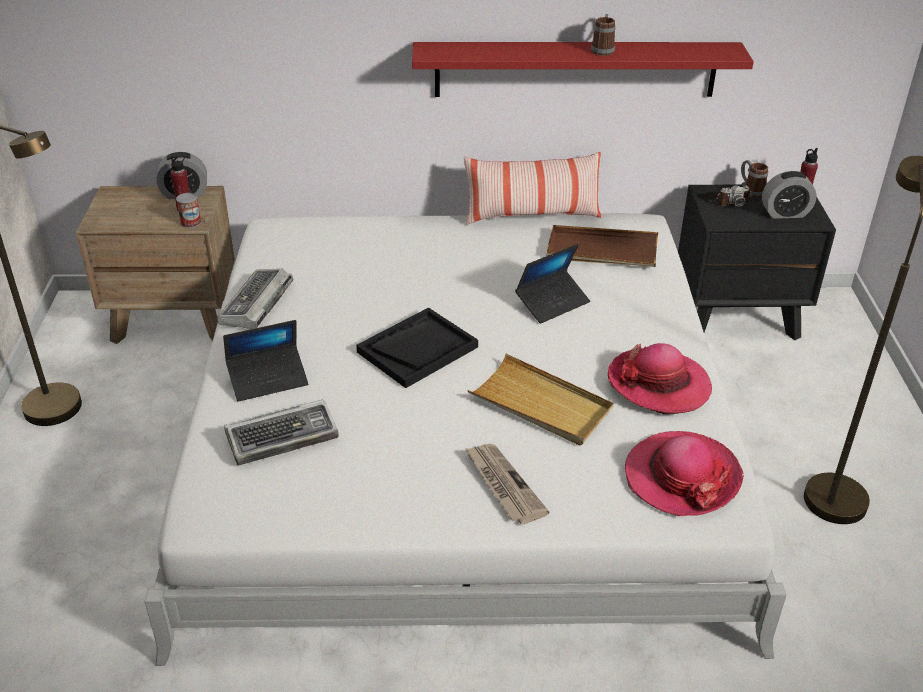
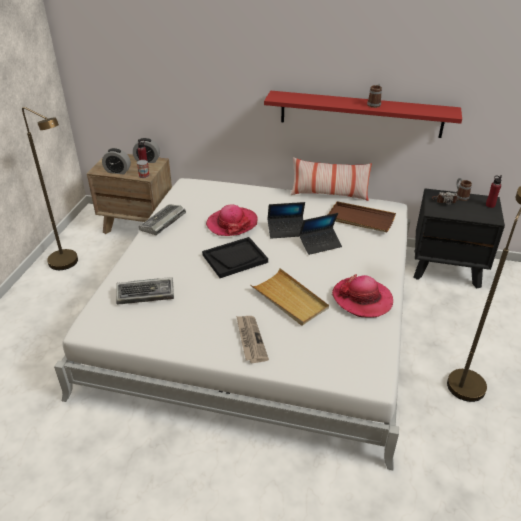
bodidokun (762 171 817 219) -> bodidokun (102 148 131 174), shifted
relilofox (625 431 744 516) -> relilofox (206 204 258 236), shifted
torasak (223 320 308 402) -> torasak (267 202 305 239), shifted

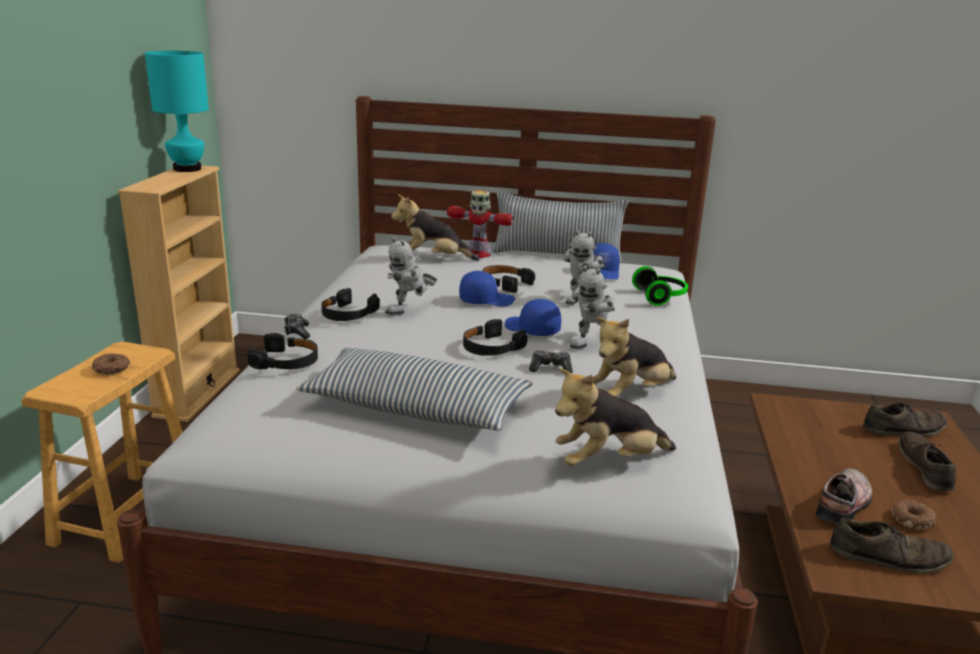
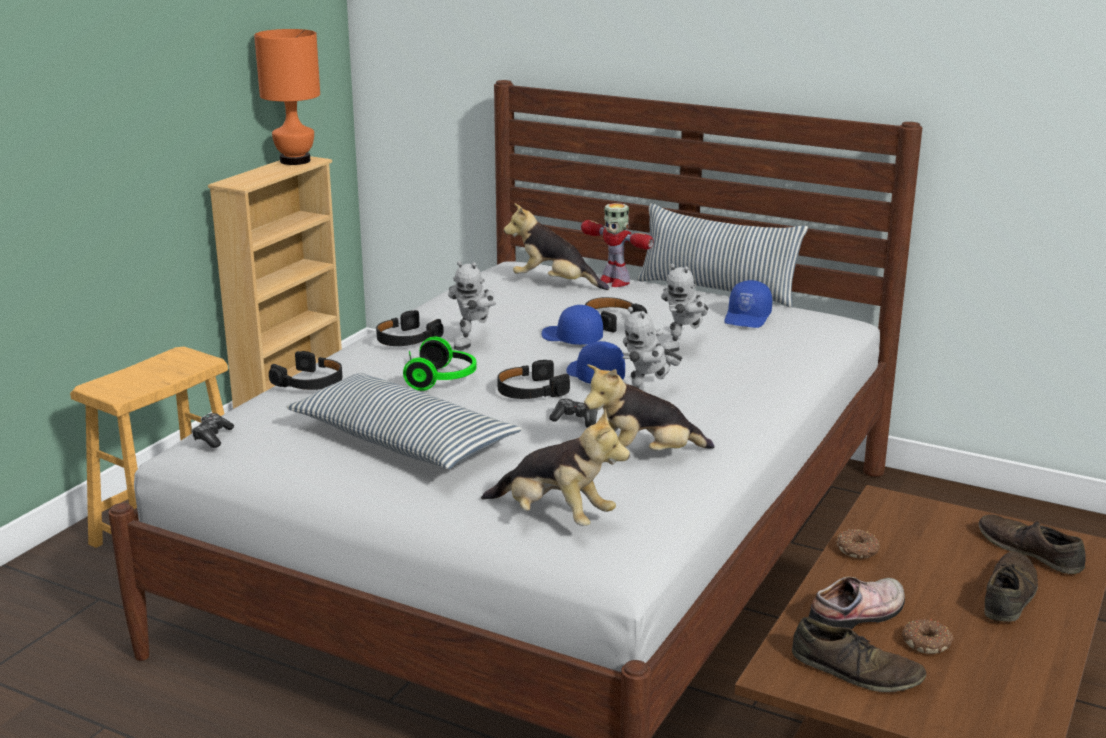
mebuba (284 314 310 339) -> mebuba (191 413 234 448), shifted
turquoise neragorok (145 51 209 172) -> orange neragorok (254 29 320 165)
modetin (632 266 688 306) -> modetin (403 337 477 391), shifted
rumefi (385 237 437 315) -> rumefi (448 261 496 350), 45 degrees counterclockwise
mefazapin (555 368 676 466) -> mefazapin (481 409 630 526), 150 degrees counterclockwise
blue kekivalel (459 271 515 307) -> blue kekivalel (542 305 603 345), 150 degrees counterclockwise
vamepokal (92 353 130 375) -> vamepokal (837 529 880 559), shifted
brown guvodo (863 403 947 437) -> brown guvodo (979 515 1086 574), 135 degrees counterclockwise

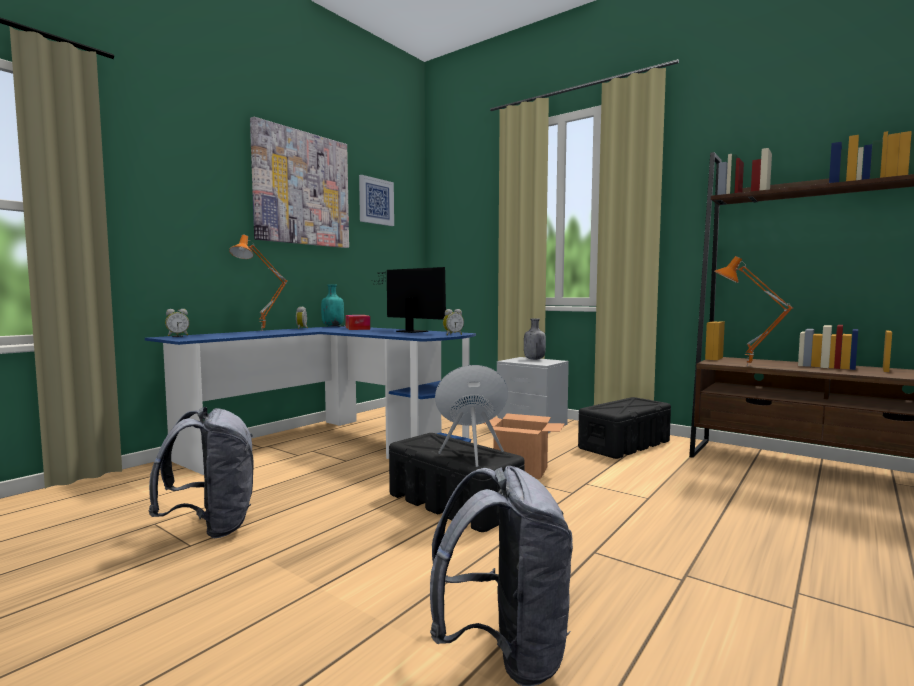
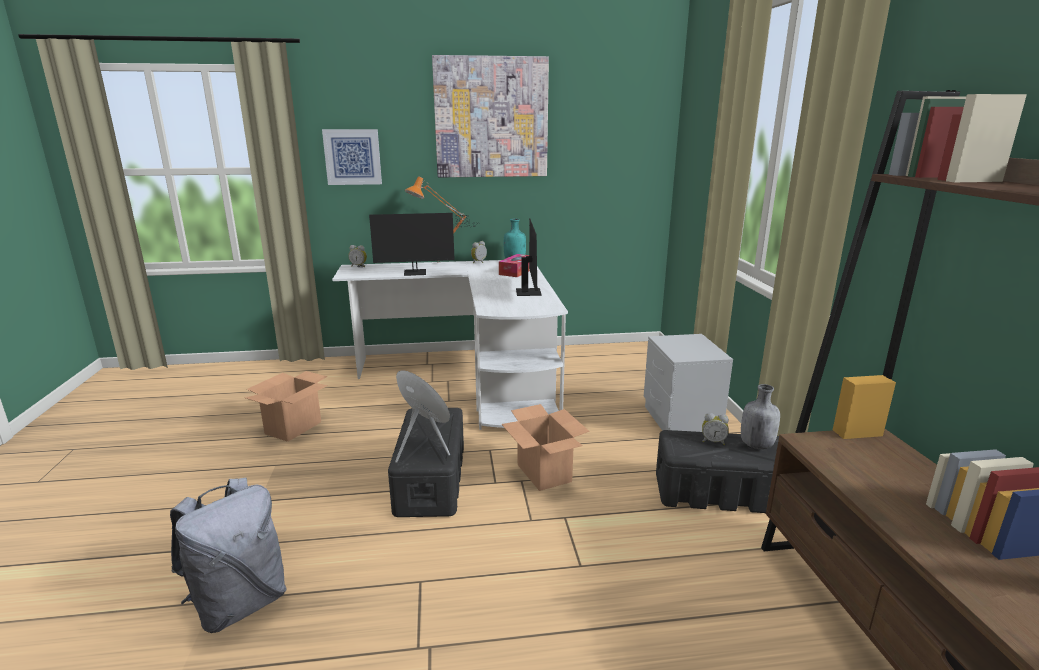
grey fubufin (148 407 254 538) -> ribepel (245 371 328 442)
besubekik (359 175 394 226) -> besubekik (322 129 382 185), shifted
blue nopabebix (145 326 476 475) -> white nopabebix (332 260 568 430)
none -> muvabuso (369 213 480 276)
bodidokun (443 309 464 335) -> bodidokun (702 413 729 445), shifted
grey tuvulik (524 318 546 360) -> grey tuvulik (741 384 780 449), shifted
orange neragorok (714 256 794 366) -> none

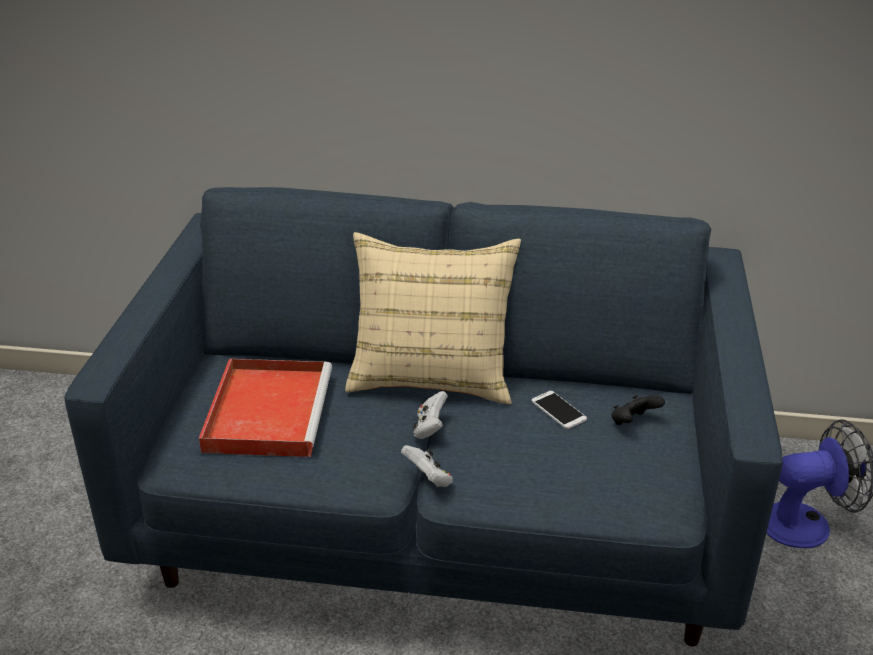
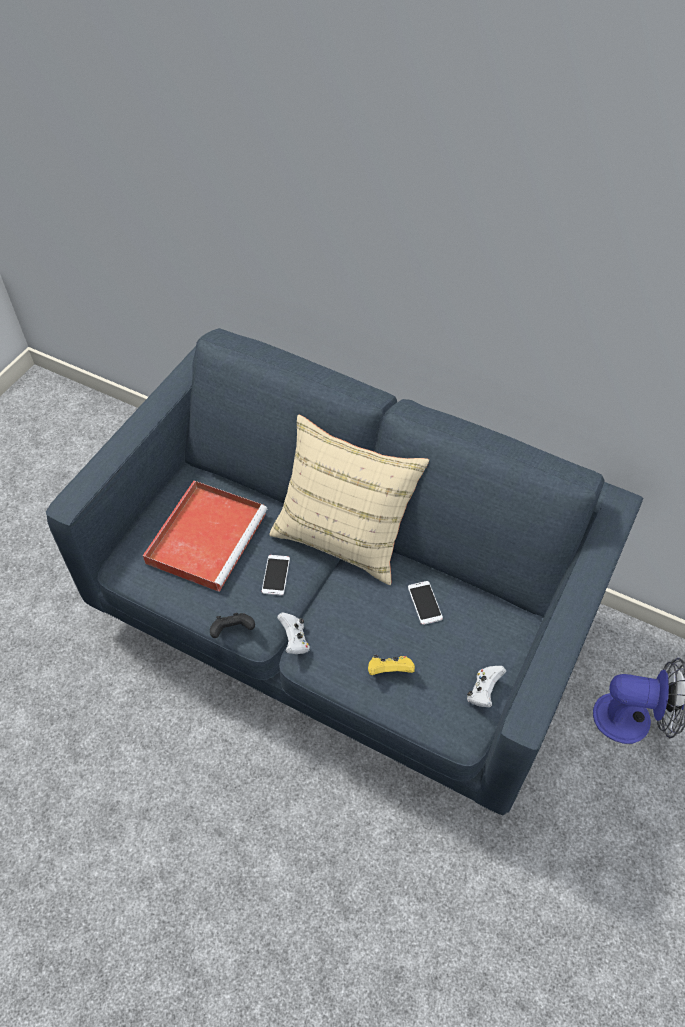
black mebuba (611 395 665 425) -> black mebuba (210 613 255 638), shifted
none -> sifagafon (262 555 290 596)
none -> yellow mebuba (368 655 415 675)
white mebuba (413 391 448 439) -> white mebuba (467 666 506 707), shifted

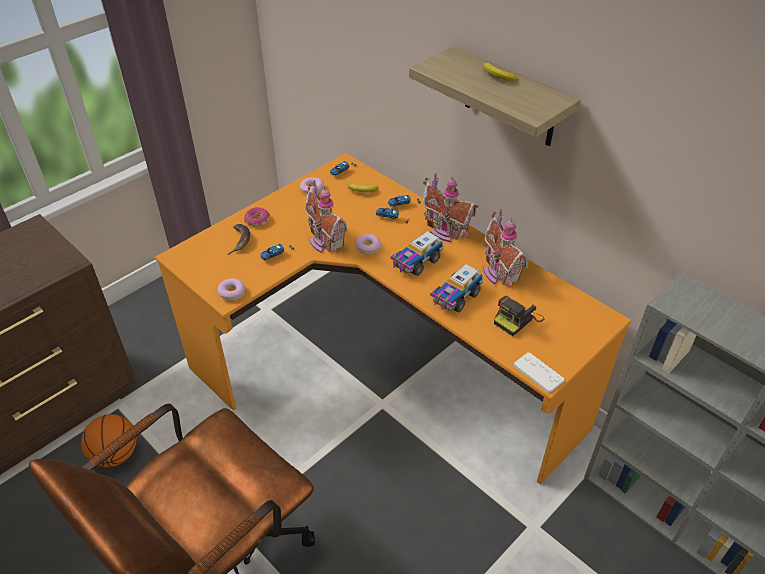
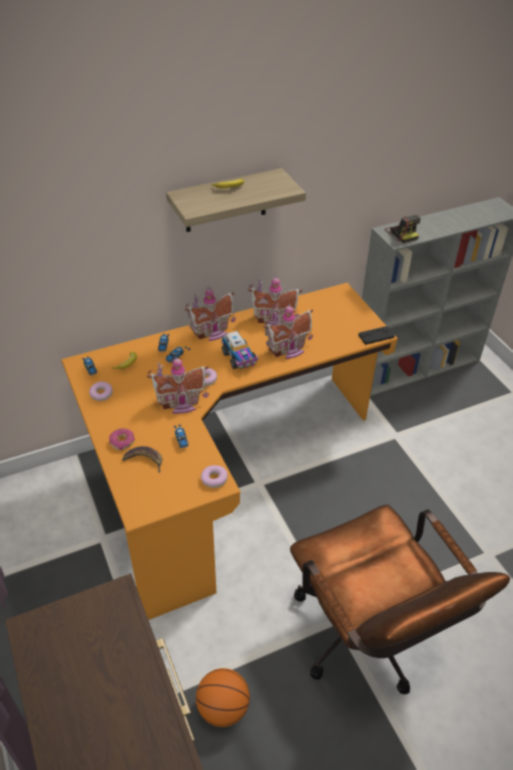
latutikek (430 264 483 312) -> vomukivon (264 304 313 359)
white mebuba (514 352 564 393) -> black mebuba (358 326 395 345)
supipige (494 296 544 336) -> supipige (385 215 421 243), shifted

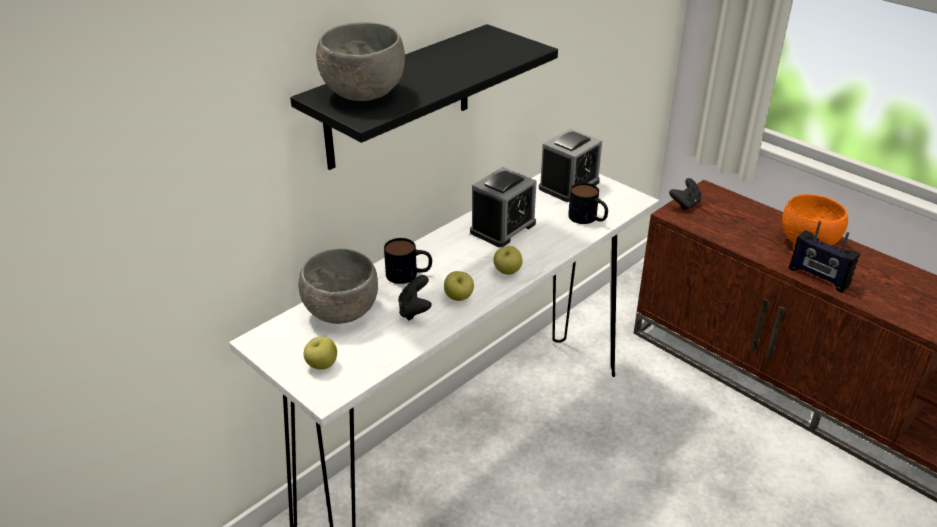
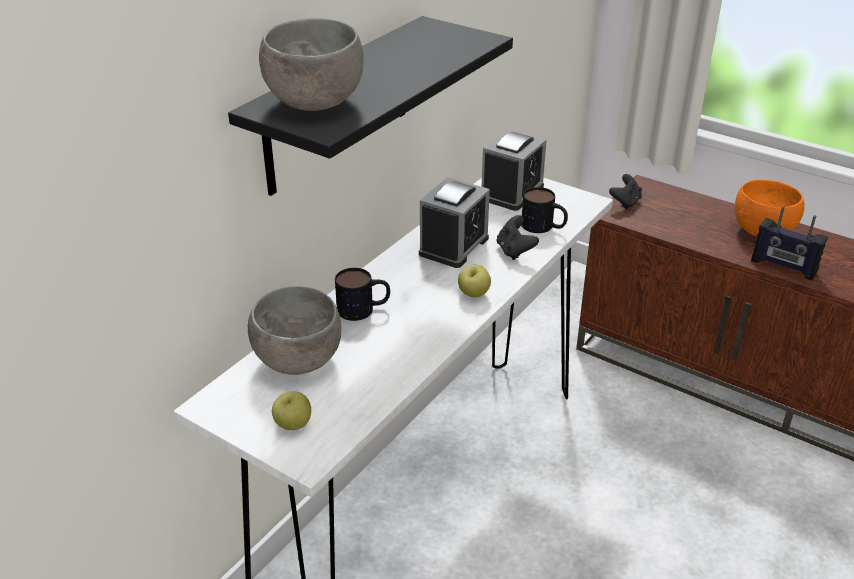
black mebuba (398 275 432 321) -> black mebuba (497 215 539 260), shifted
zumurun (444 271 474 301) -> none

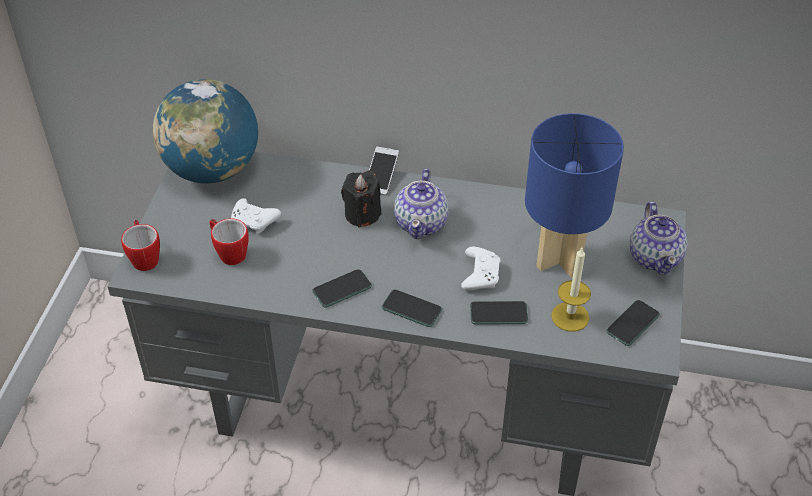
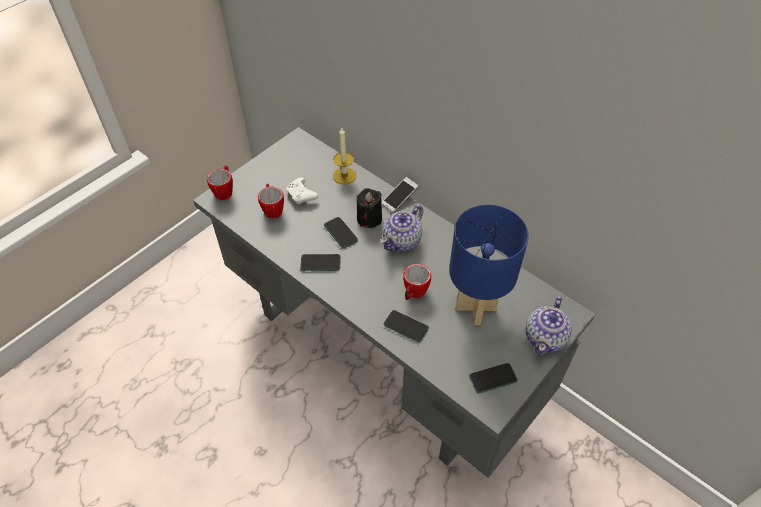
sifagafon (382 289 442 327) -> sifagafon (324 217 358 248), shifted
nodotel (551 248 591 332) -> nodotel (333 128 356 185), shifted
white mebuba (461 247 501 290) -> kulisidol (403 264 431 300)
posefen (153 79 258 183) -> none

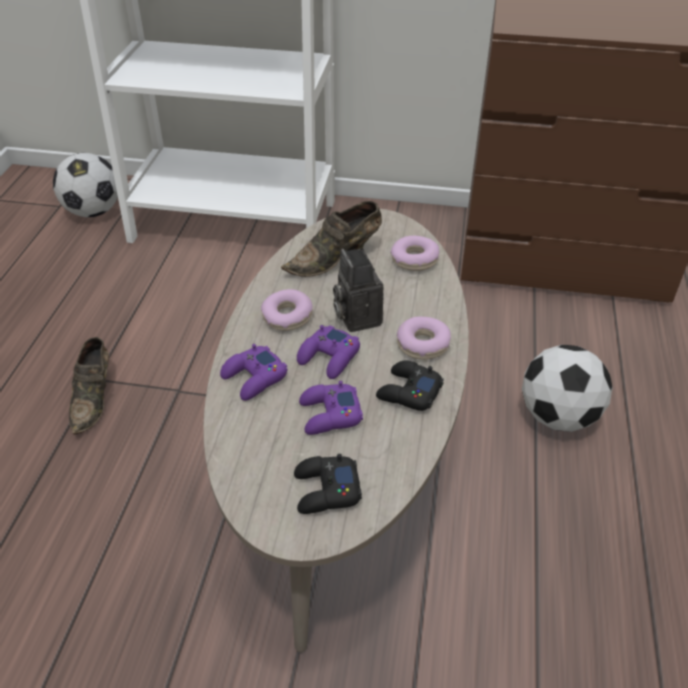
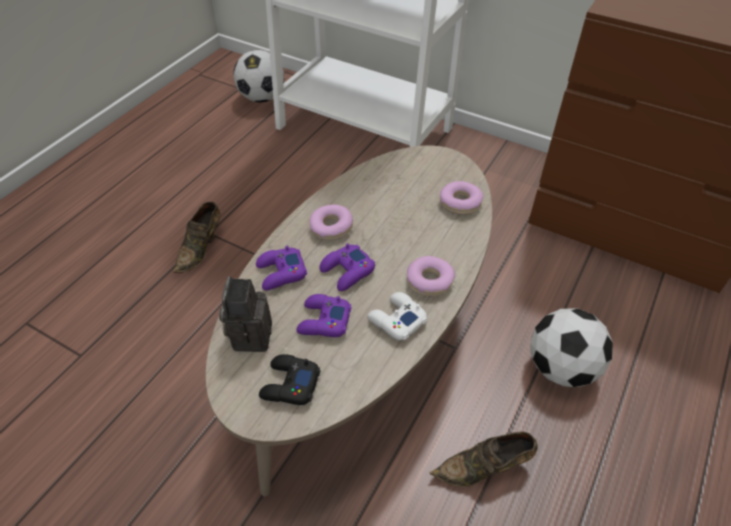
supipige (333 248 384 332) -> supipige (219 276 272 352), shifted
black mebuba (376 360 444 411) -> white mebuba (367 292 427 341)
brown guvodo (281 201 382 277) -> brown guvodo (430 432 538 487), shifted

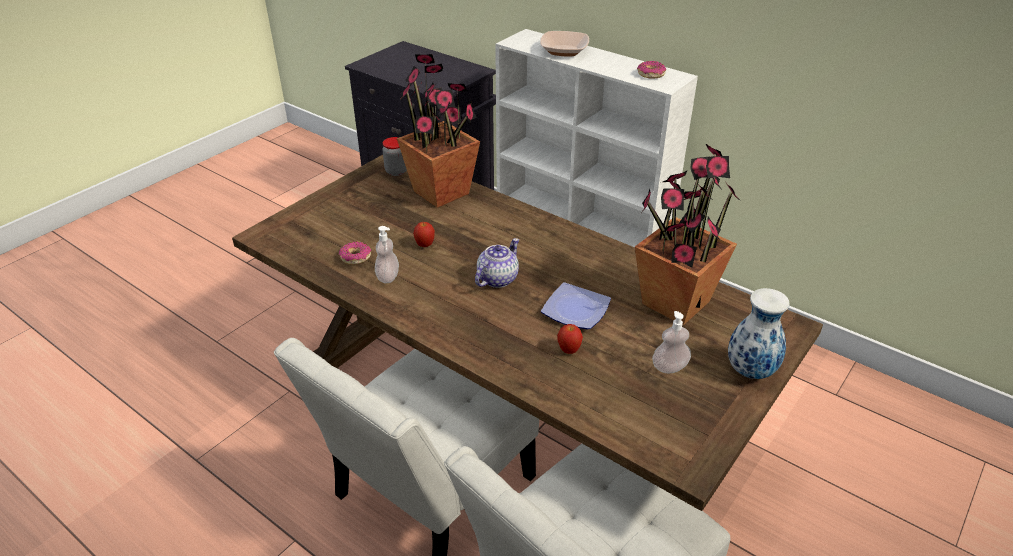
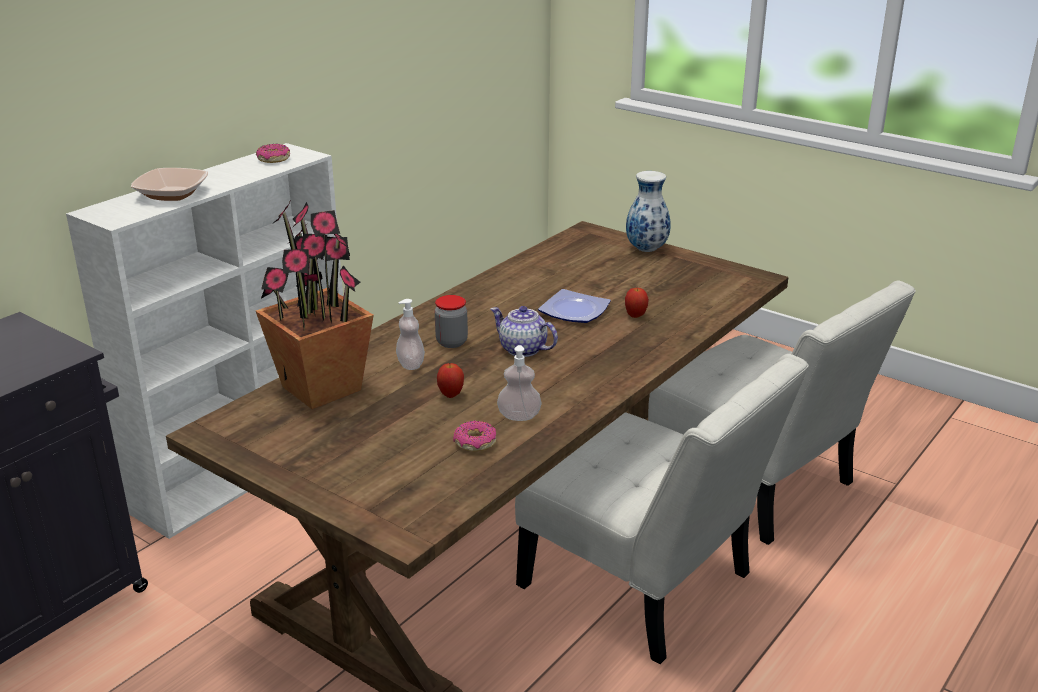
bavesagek (652 311 691 373) -> bavesagek (396 299 425 370), shifted
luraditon (382 137 407 176) -> luraditon (435 295 468 348), shifted
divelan (635 143 742 325) -> none

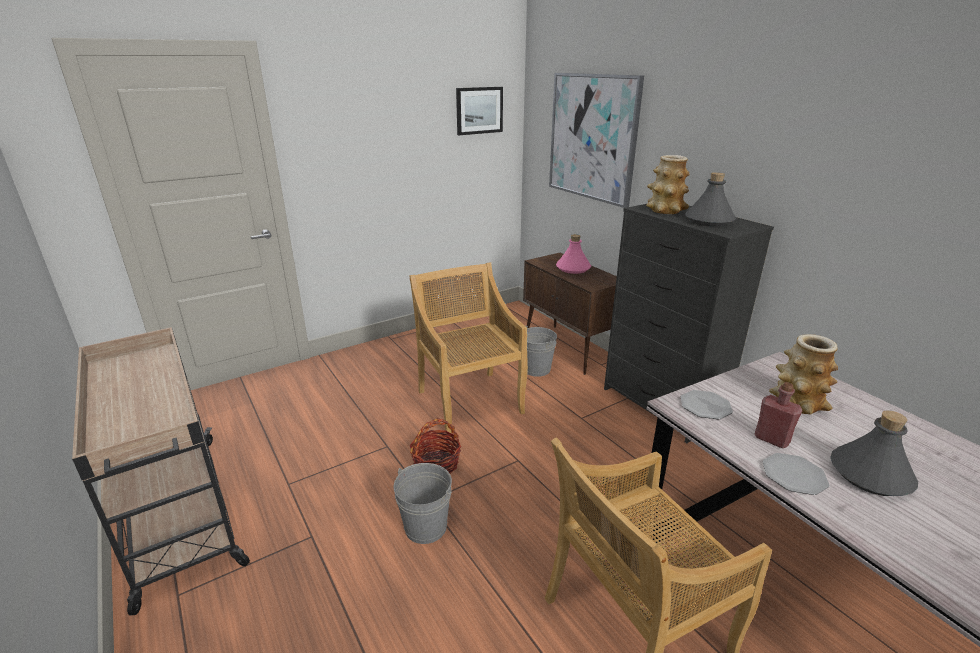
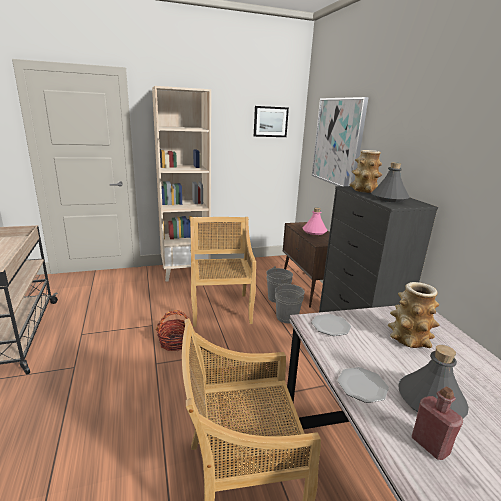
none -> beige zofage (152 86 211 282)
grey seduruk (394 463 452 544) -> grey seduruk (275 284 305 323), shifted
red tuvulik (755 382 802 448) -> red tuvulik (412 387 463 460), shifted

